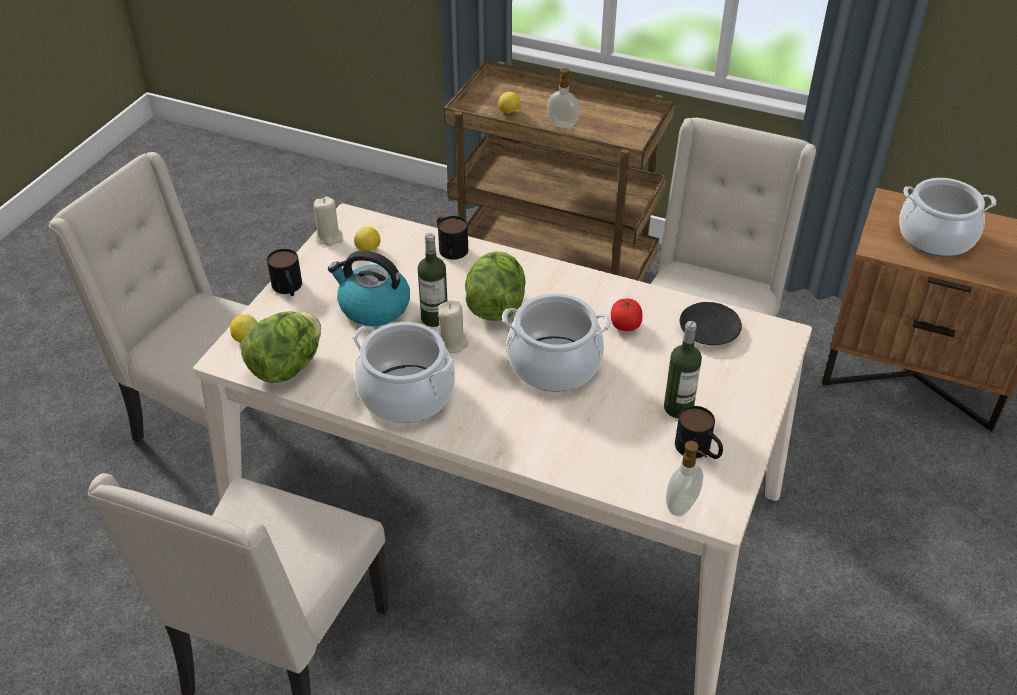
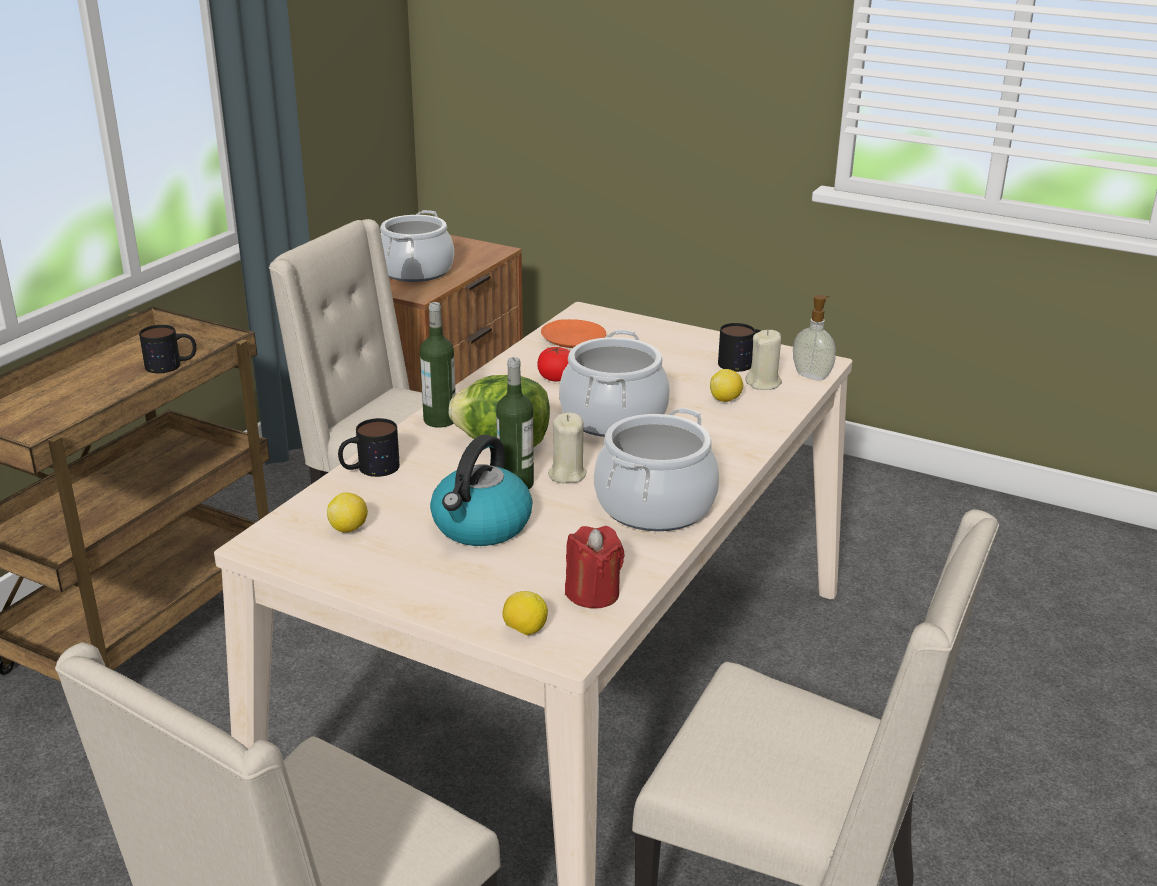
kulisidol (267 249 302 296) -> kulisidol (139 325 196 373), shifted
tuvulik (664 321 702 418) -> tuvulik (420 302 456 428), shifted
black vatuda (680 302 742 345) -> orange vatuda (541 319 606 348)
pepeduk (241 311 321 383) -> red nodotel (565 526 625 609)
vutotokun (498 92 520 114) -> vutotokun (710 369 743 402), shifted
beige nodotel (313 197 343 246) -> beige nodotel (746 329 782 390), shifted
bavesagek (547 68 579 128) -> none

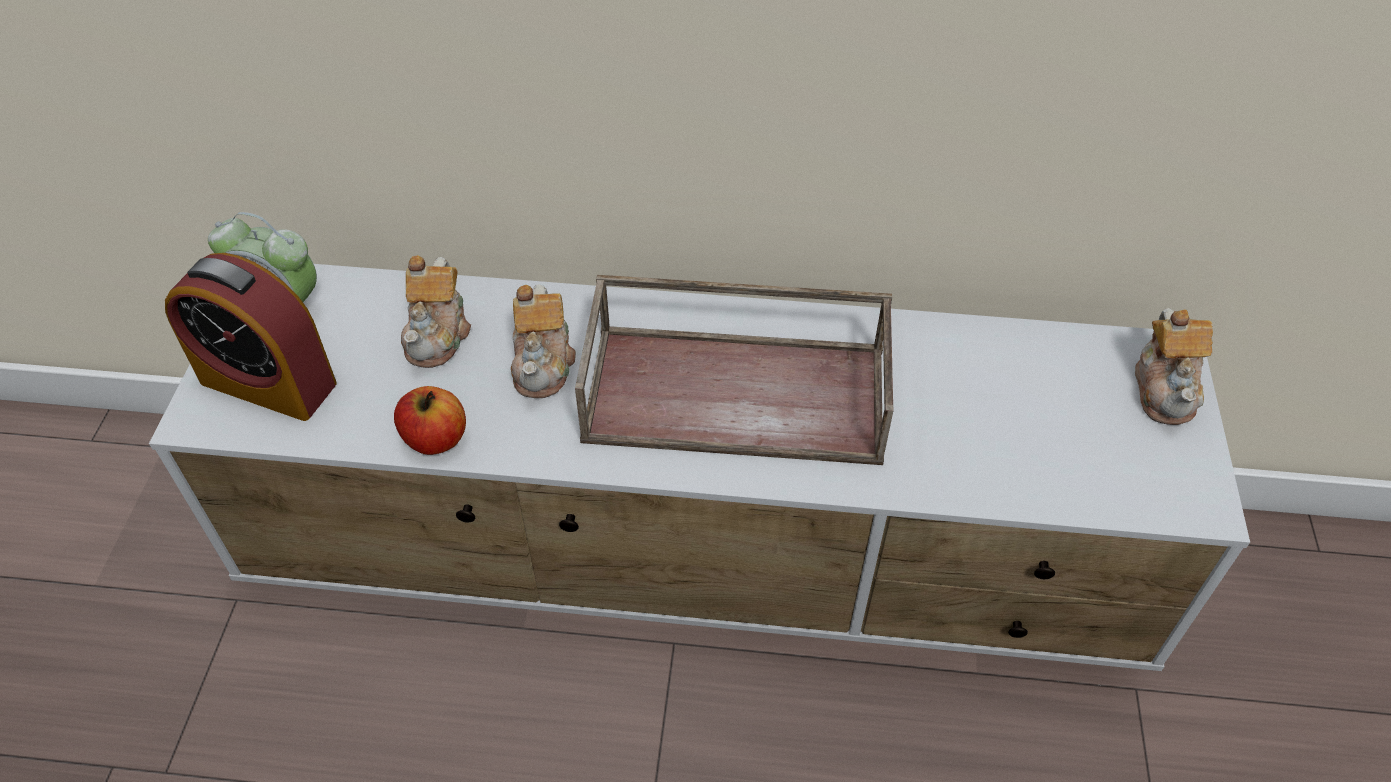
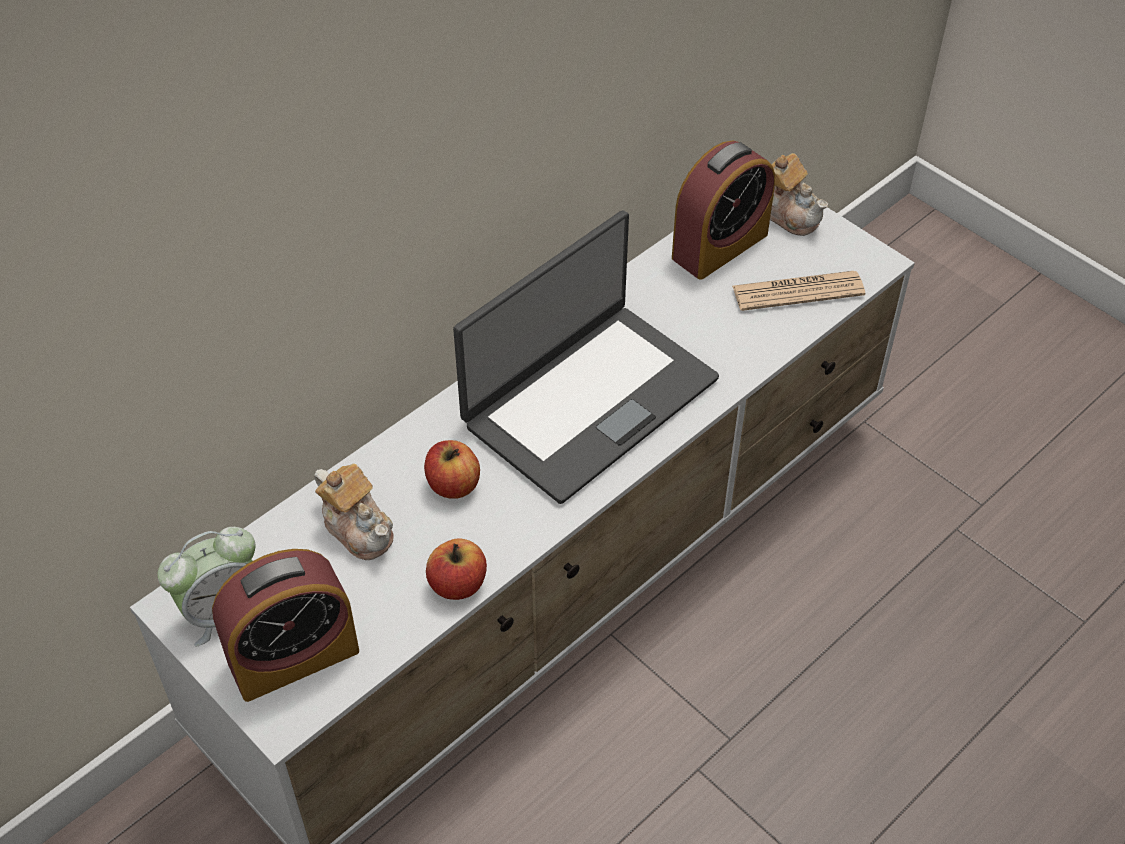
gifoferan (511 284 576 398) -> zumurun (424 440 480 499)
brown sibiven (575 275 893 465) -> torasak (453 211 719 504)
none -> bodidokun (672 140 775 280)
none -> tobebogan (732 271 865 311)

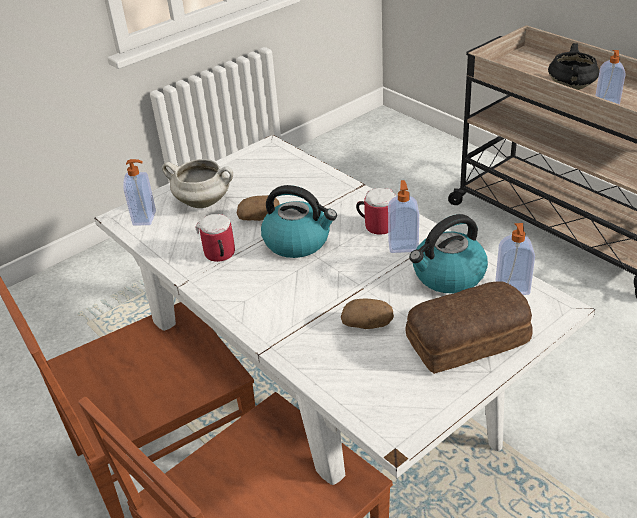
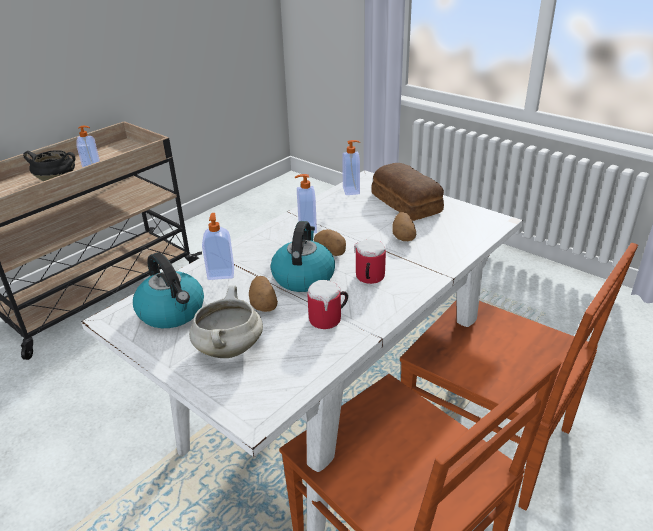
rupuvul (409 214 488 294) -> rupuvul (133 253 204 328), shifted
bavesagek (123 159 156 226) -> bavesagek (202 213 234 280), shifted
none -> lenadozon (314 229 346 256)
kulisidol (356 188 396 235) -> kulisidol (354 239 386 284), shifted

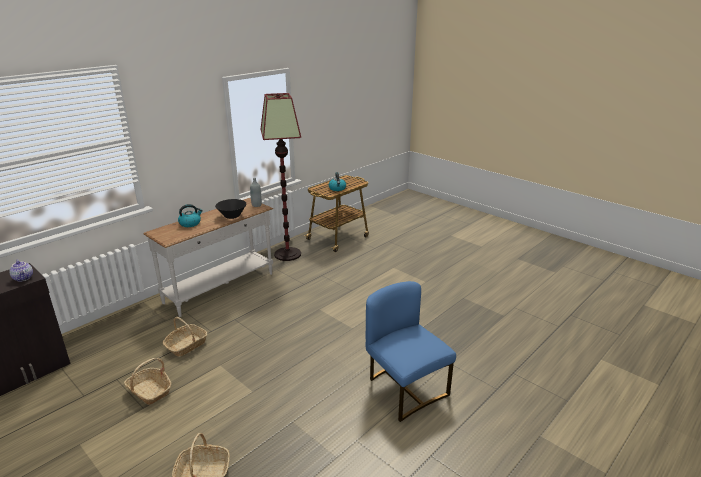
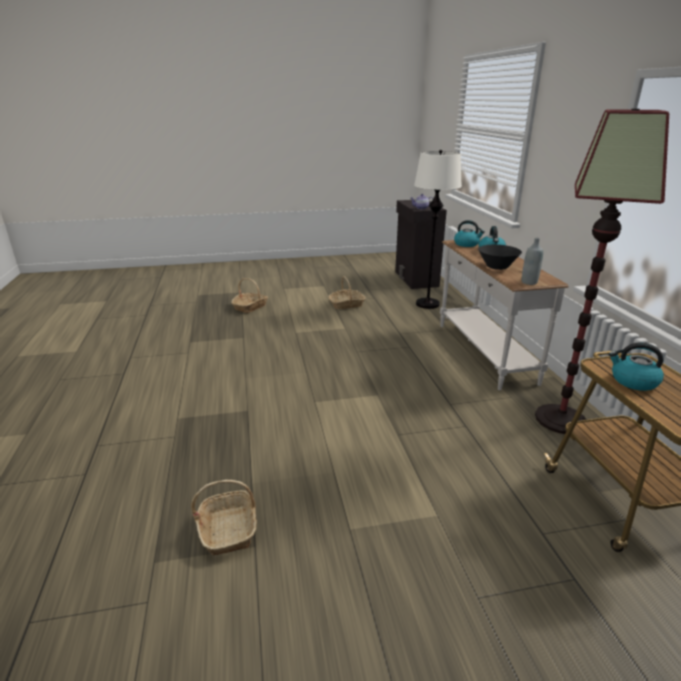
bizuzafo (163 317 207 356) -> bizuzafo (191 480 257 555), shifted
none -> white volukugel (414 150 462 309)
none -> rupuvul (454 220 485 247)
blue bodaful (366 281 456 422) -> none

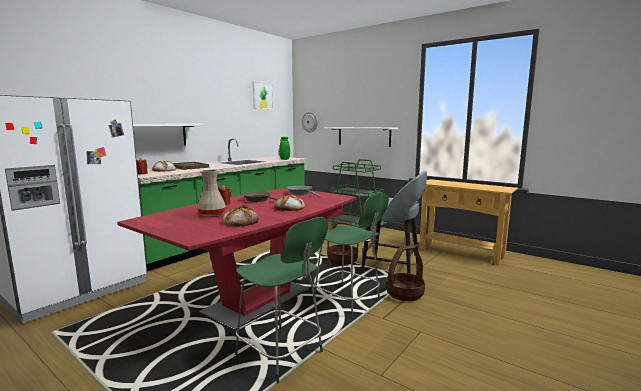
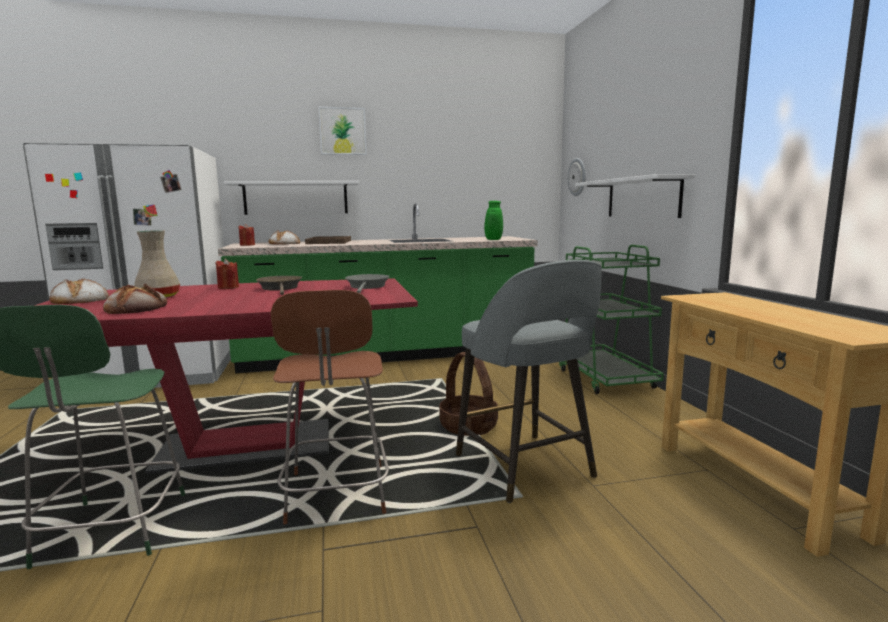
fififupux (274 195 305 211) -> fififupux (49 279 109 304), shifted
green bodaful (313 194 389 318) -> brown bodaful (271 290 389 524)
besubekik (253 81 273 109) -> besubekik (319 107 367 155), shifted
bizuzafo (386 246 425 301) -> none

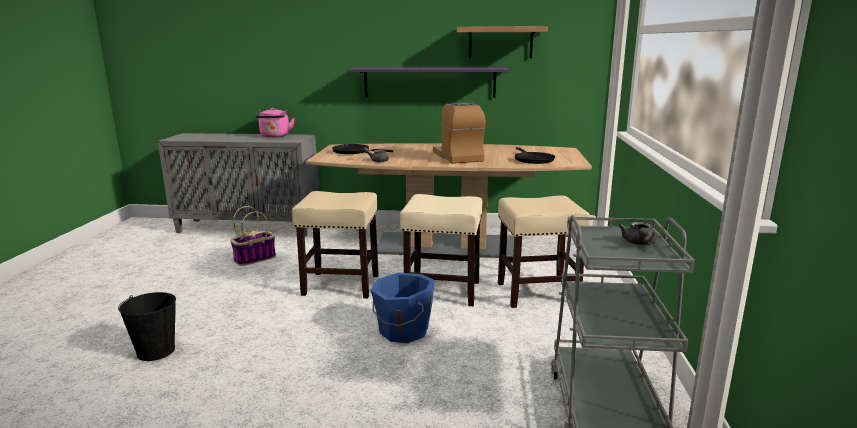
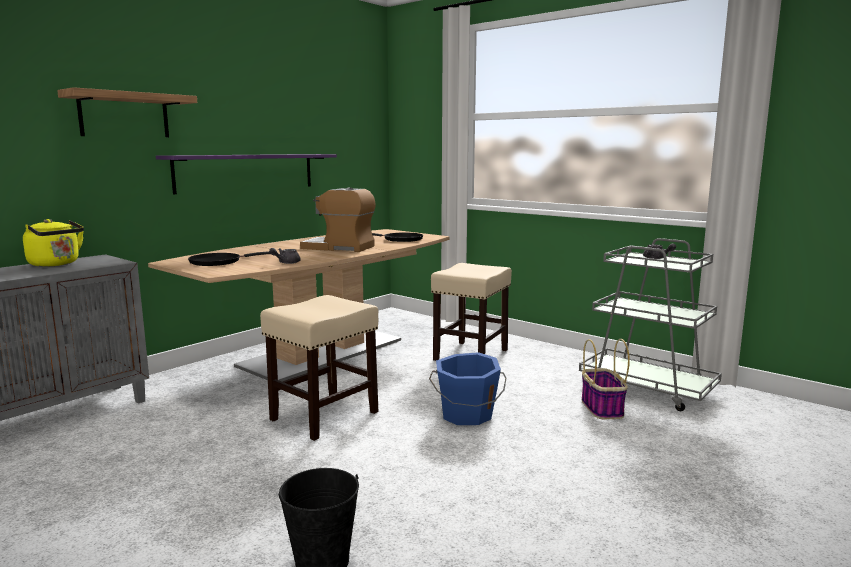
pink rupuvul (255 108 295 138) -> yellow rupuvul (23 219 84 267)
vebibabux (457 26 548 58) -> vebibabux (57 87 197 137), shifted
bizuzafo (230 206 276 266) -> bizuzafo (582 339 630 419), shifted
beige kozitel (400 194 482 306) -> none

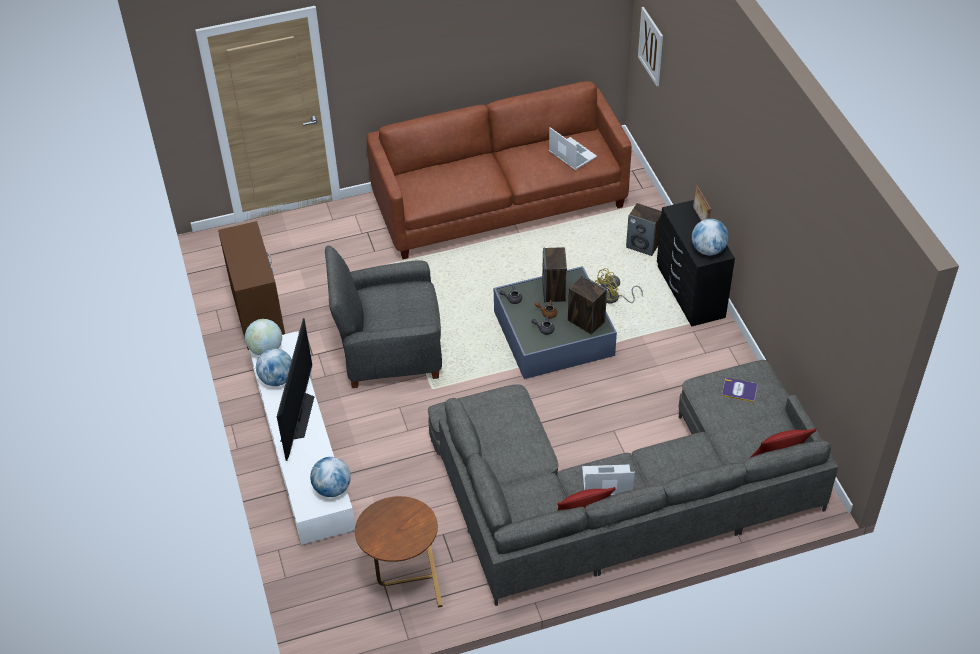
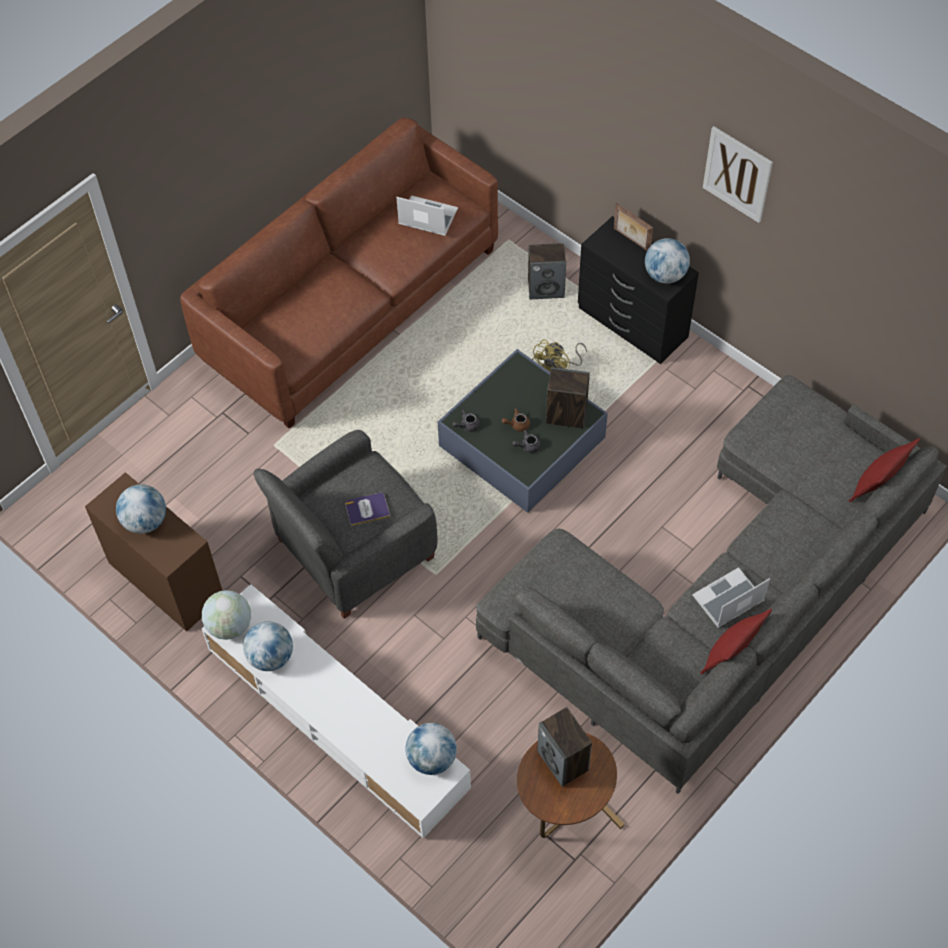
none -> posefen (116 484 166 534)
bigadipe (722 378 757 402) -> bigadipe (345 493 390 526), shifted
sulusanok (542 247 567 303) -> sulusanok (537 707 592 787), shifted
besubekik (638 7 663 86) -> besubekik (703 126 773 223), shifted
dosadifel (277 318 314 461) -> none

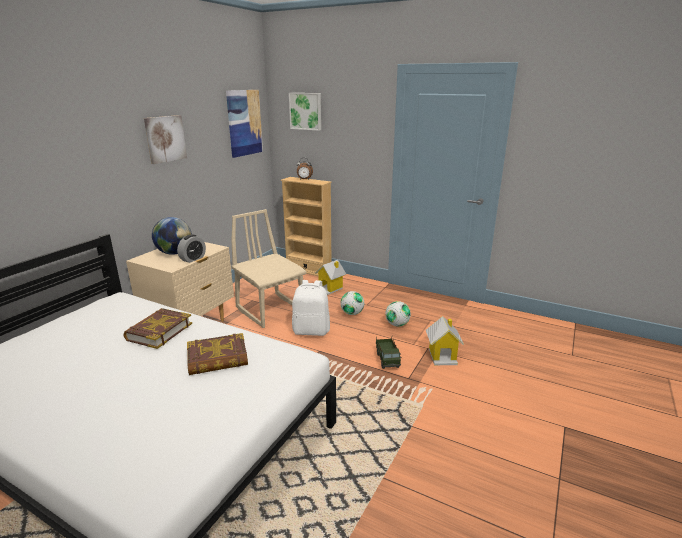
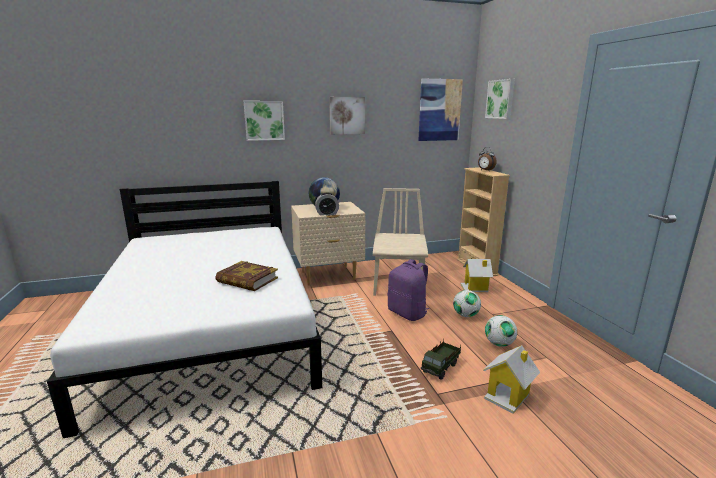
none -> besubekik (244 101 285 141)
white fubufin (292 280 330 336) -> purple fubufin (388 259 429 321)
bigadipe (123 308 192 349) -> none

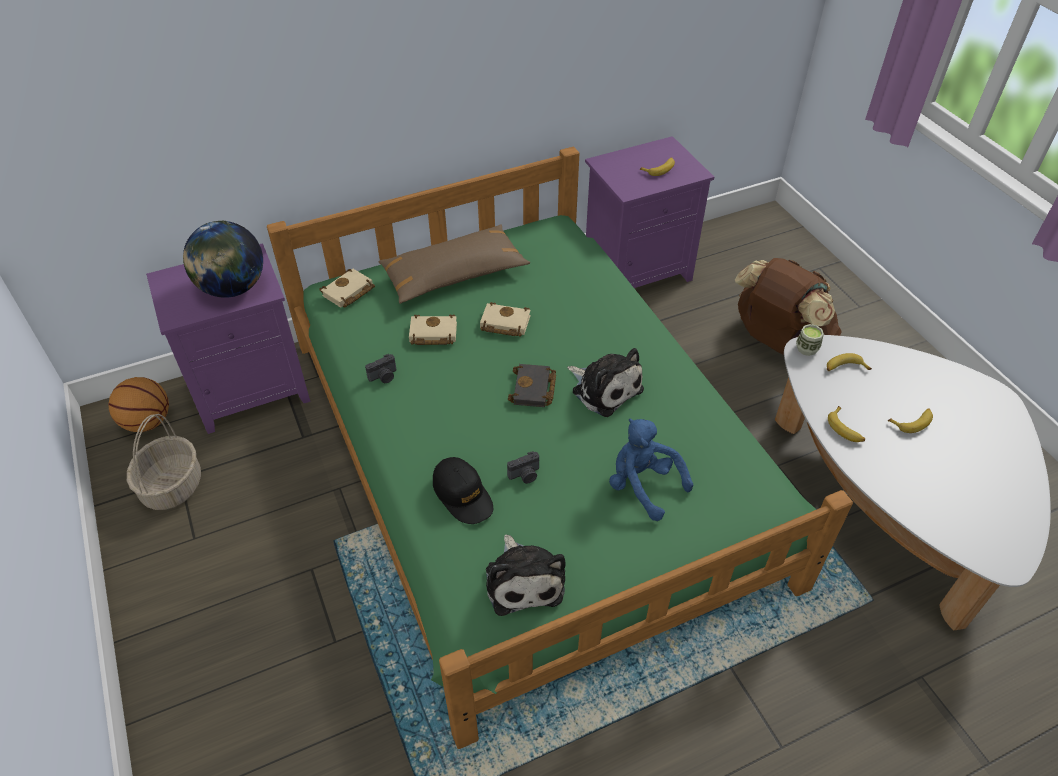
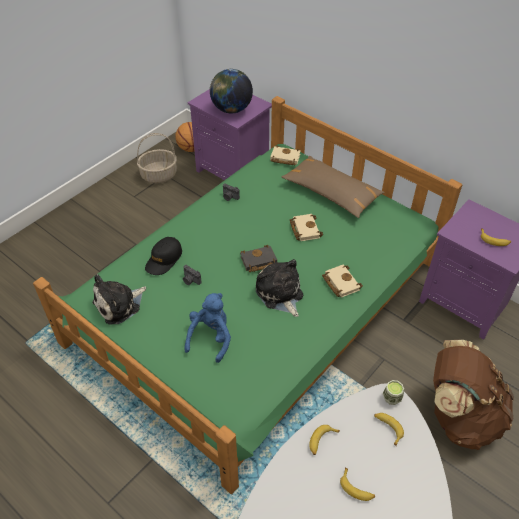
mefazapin (567 348 644 417) -> mefazapin (256 259 303 317), 135 degrees clockwise
beige bigadipe (409 314 457 345) -> beige bigadipe (322 264 363 298), shifted

